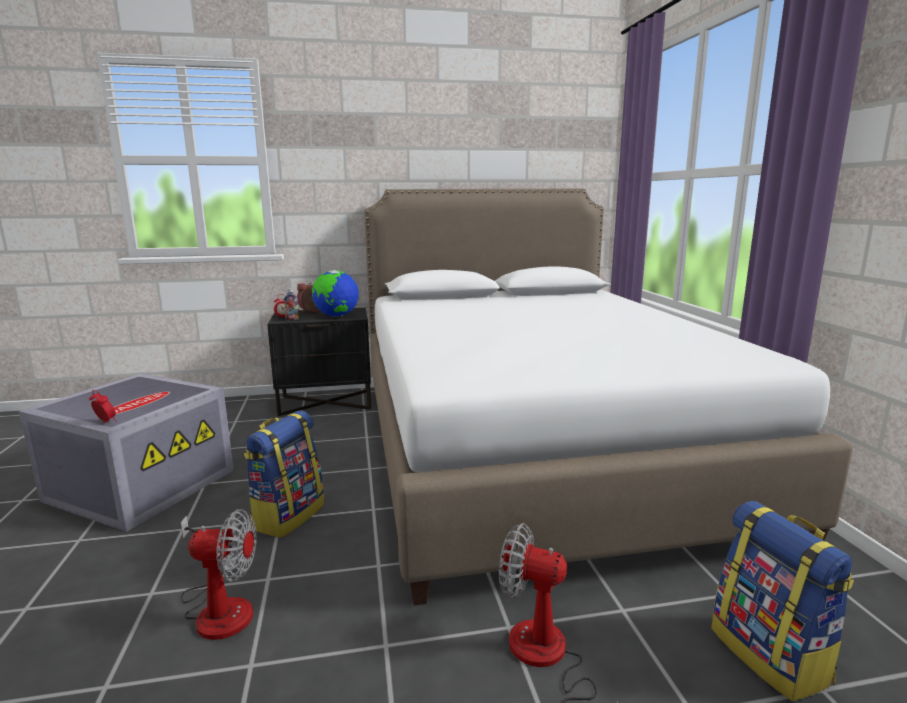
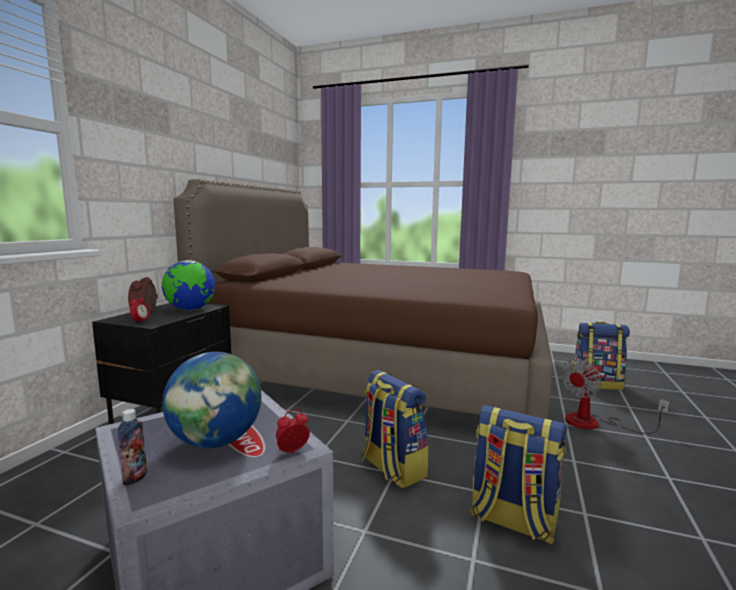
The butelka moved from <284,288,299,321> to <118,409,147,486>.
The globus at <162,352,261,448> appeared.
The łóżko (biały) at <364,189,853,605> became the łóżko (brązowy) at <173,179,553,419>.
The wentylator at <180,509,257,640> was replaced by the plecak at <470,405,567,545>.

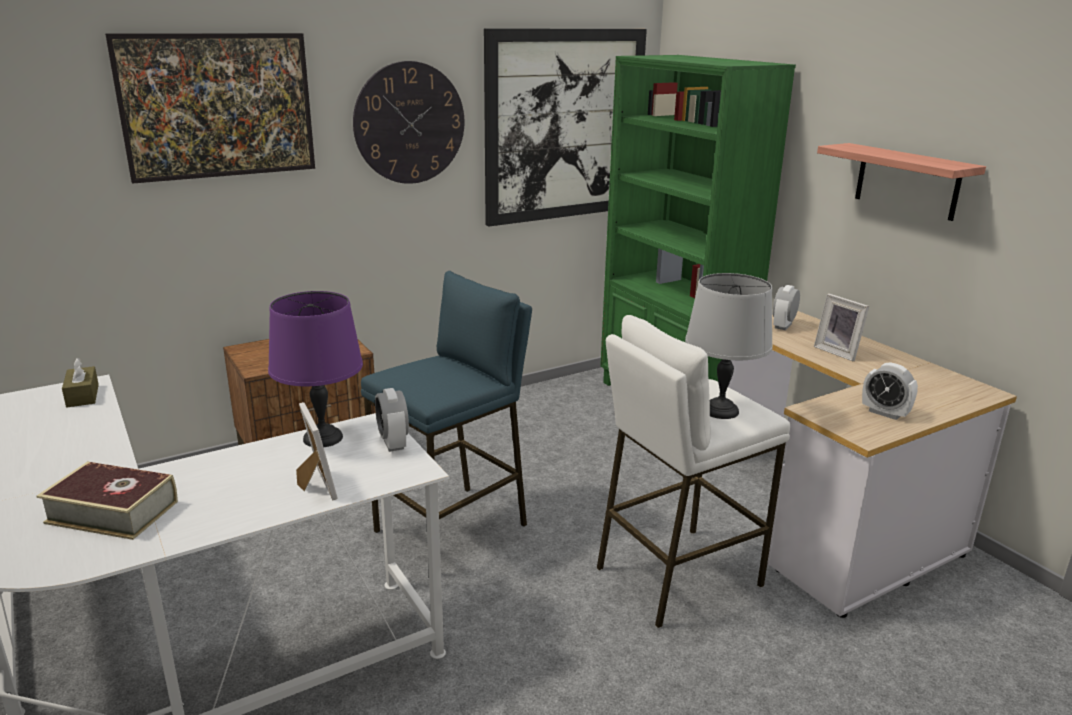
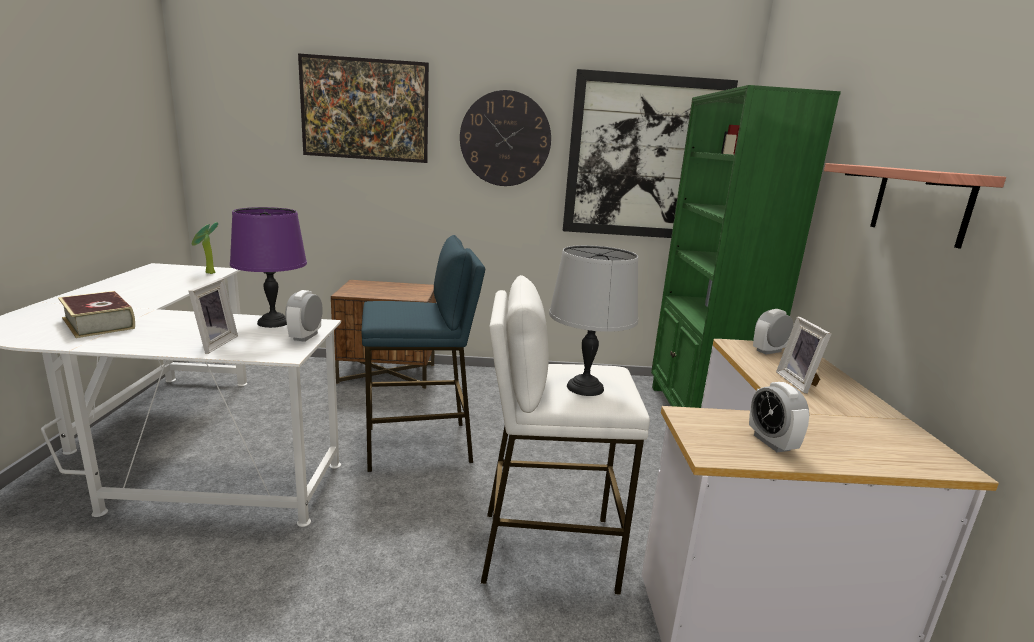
The pudełko chusteczek (brązowy) at <62,358,99,407> was replaced by the roślina doniczkowa at <192,222,218,274>.

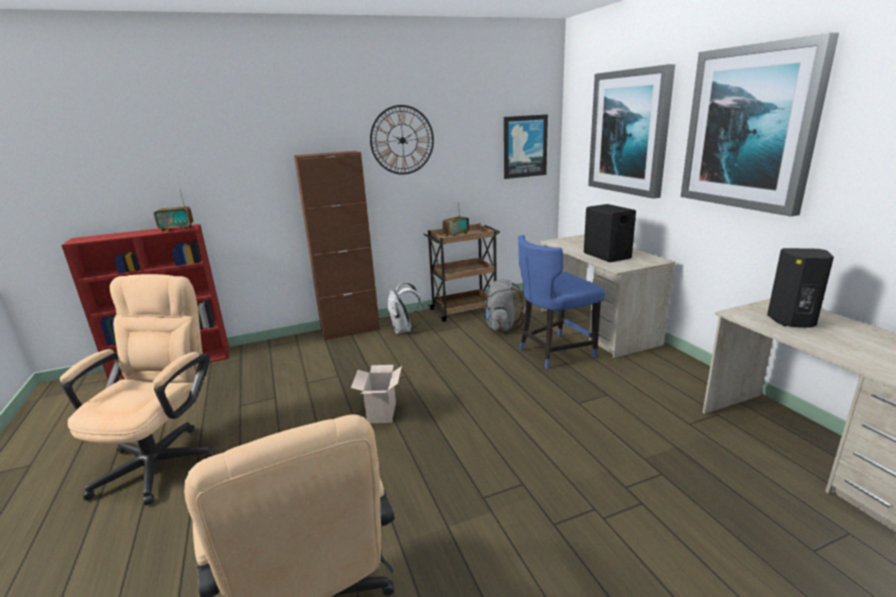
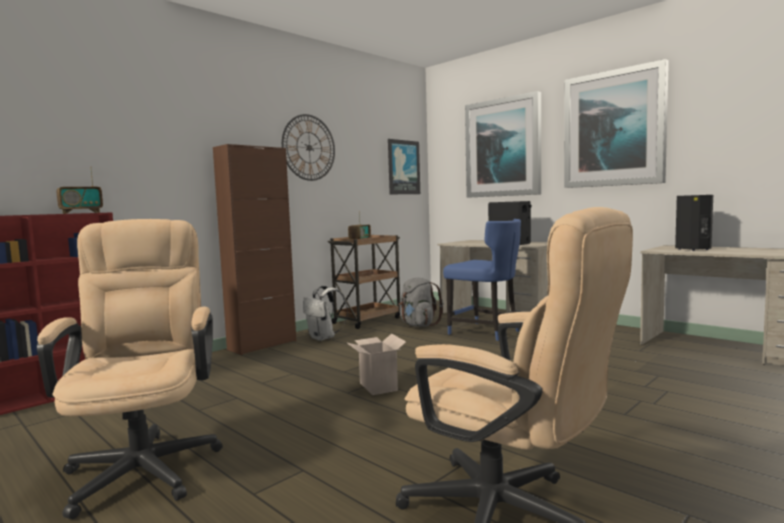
The krzesło (niebieski) at <518,235,605,369> turned 90 degrees counterclockwise.

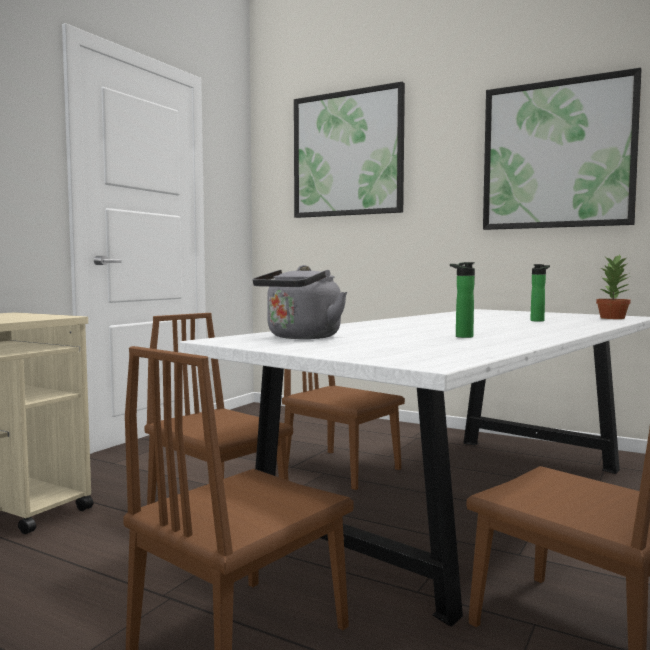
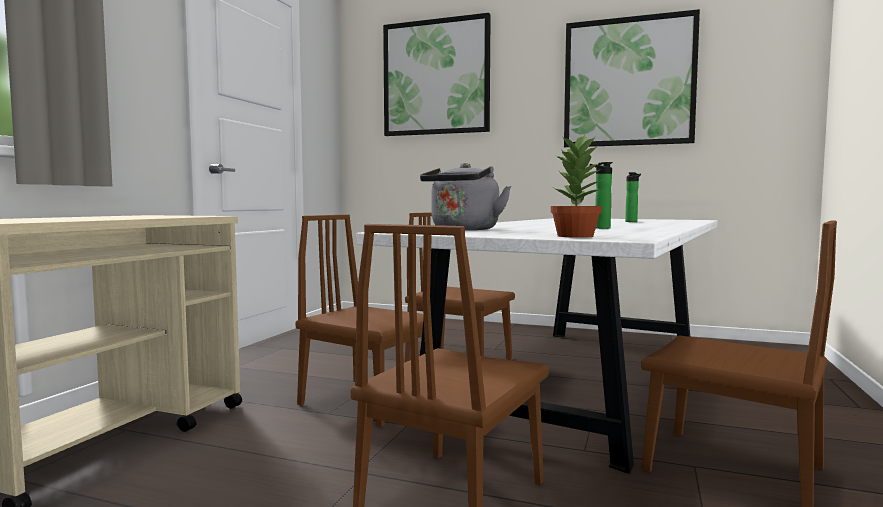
The roślina doniczkowa moved from <596,255,630,319> to <551,135,603,238>.

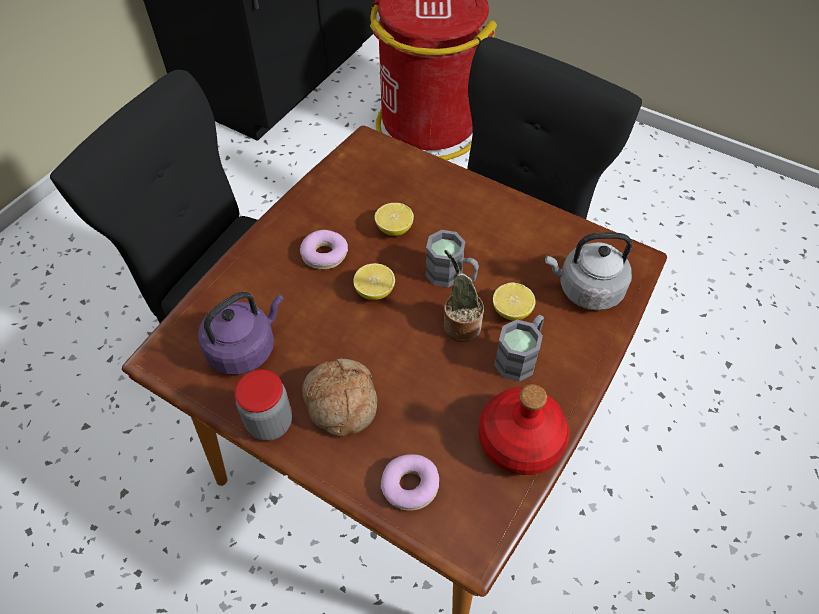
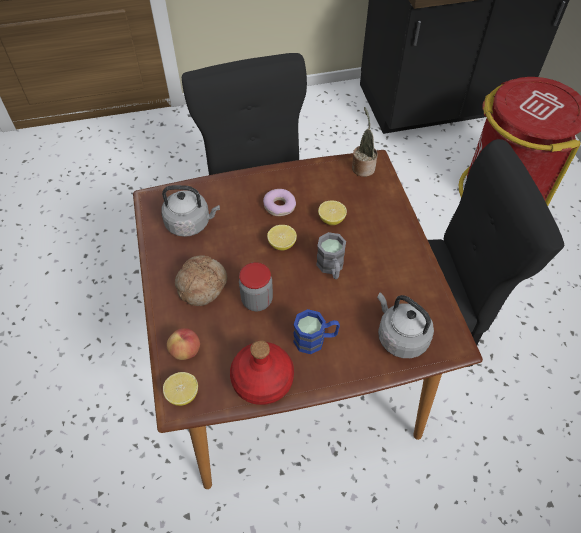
The czajnik (fioletowy) at <198,292,284,375> became the czajnik (szary) at <161,185,220,237>.
The cytryna moved from <493,283,536,320> to <163,372,198,406>.
The donut at <381,454,439,510> was replaced by the jabłko at <167,328,200,360>.
The słoik moved from <234,370,292,441> to <239,262,273,311>.
The kubek (szary) at <494,315,544,382> became the kubek (niebieski) at <293,309,340,354>.
The roślina doniczkowa moved from <444,250,484,342> to <352,107,378,177>.

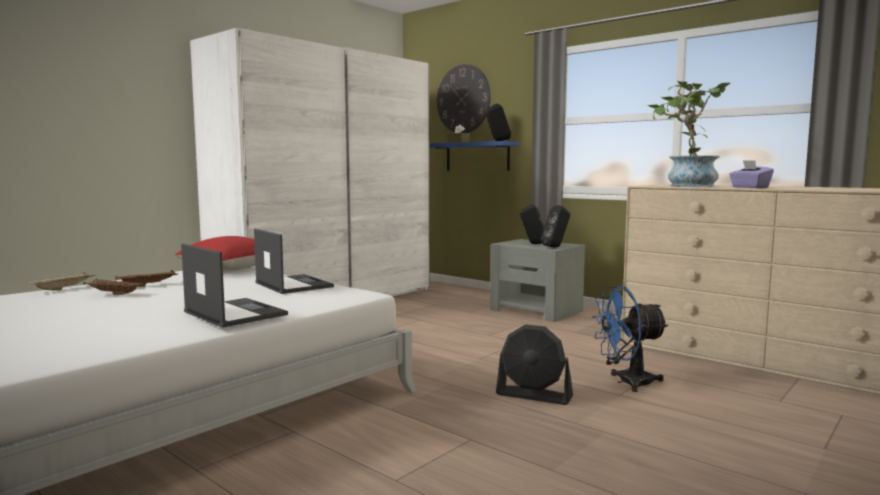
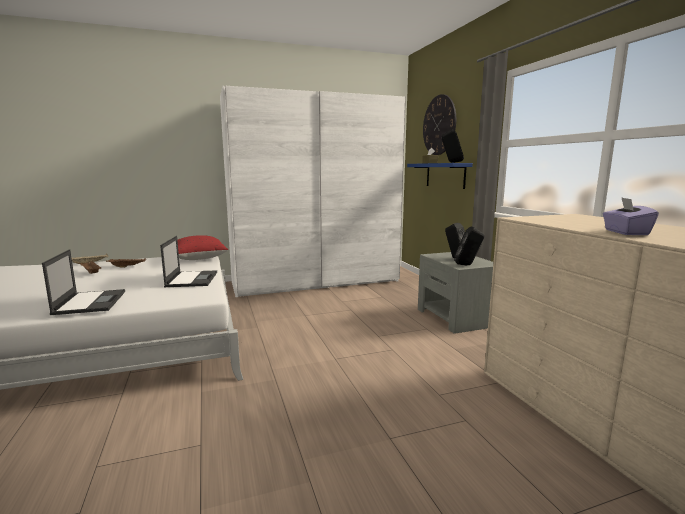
The wentylator (czarny) at <496,324,573,405> disappeared.
The wentylator (niebieski) at <592,286,669,392> disappeared.
The roślina doniczkowa at <647,81,730,187> disappeared.

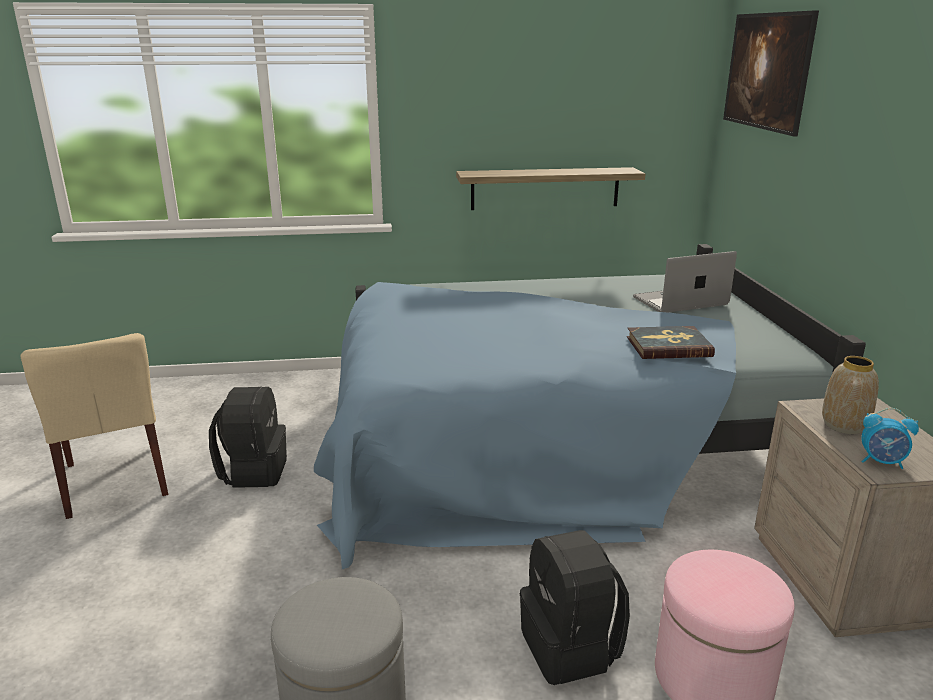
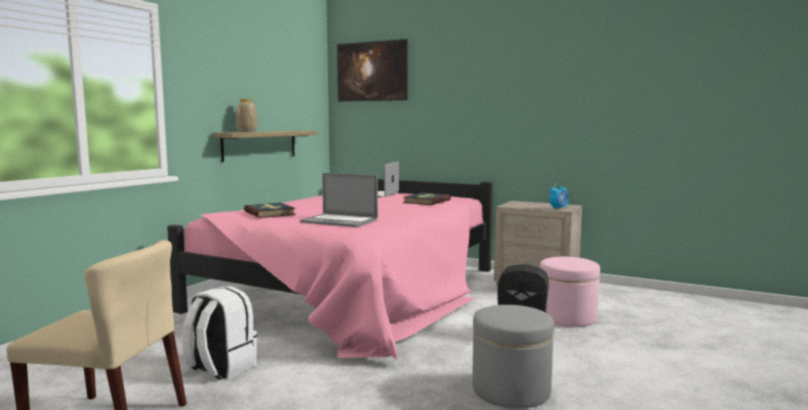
The łóżko (niebieski) at <314,244,866,569> became the łóżko (różowy) at <167,179,493,359>.
The plecak (czarny) at <209,387,287,488> became the plecak (biały) at <182,286,257,380>.
The wazon moved from <822,356,879,434> to <236,99,257,132>.
The książka at <244,203,296,218> appeared.
The laptop at <300,173,378,227> appeared.

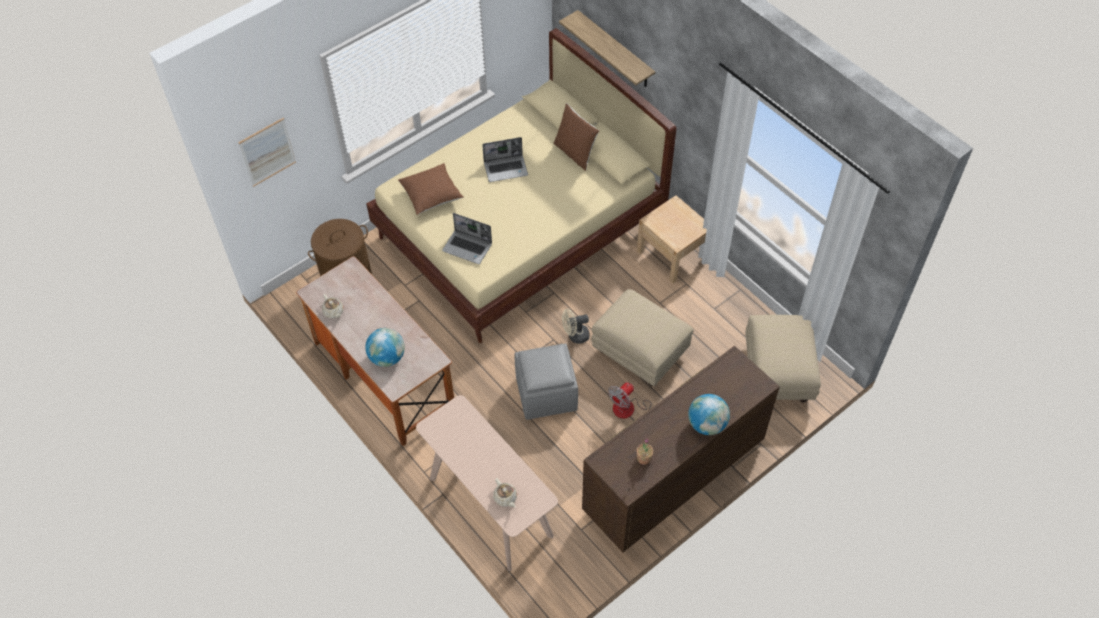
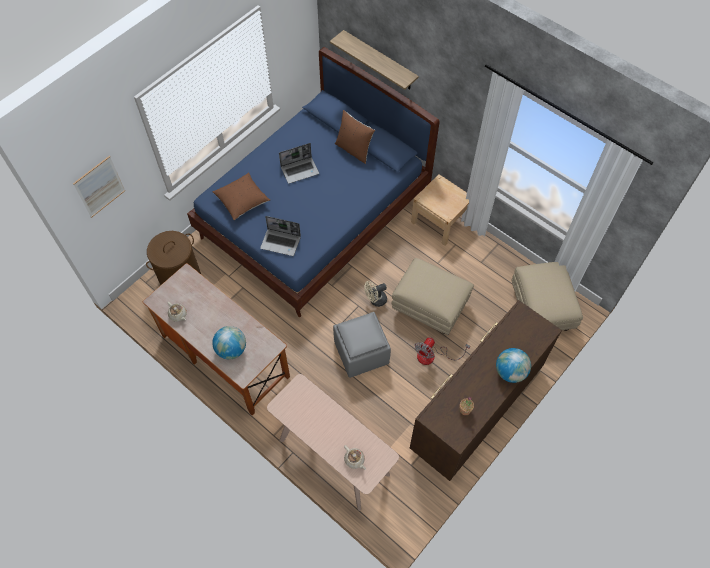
The łóżko (beżowy) at <366,28,676,343> became the łóżko (niebieski) at <187,47,440,317>.

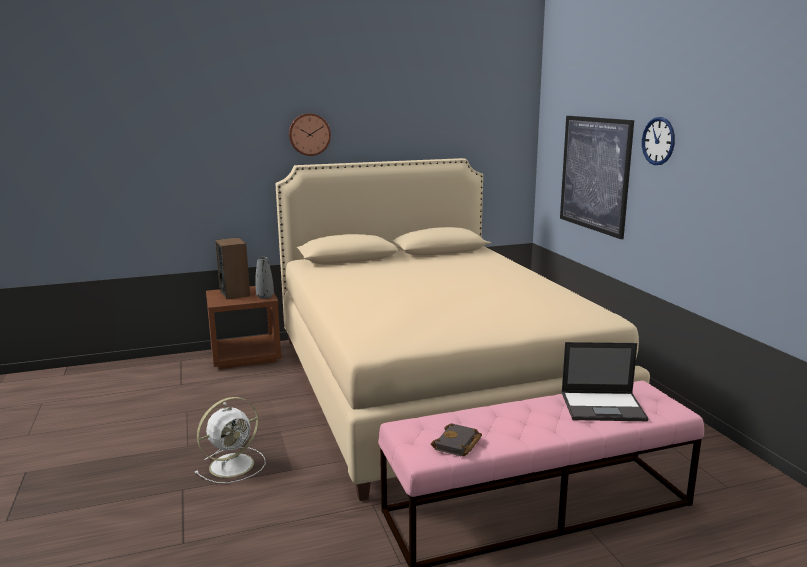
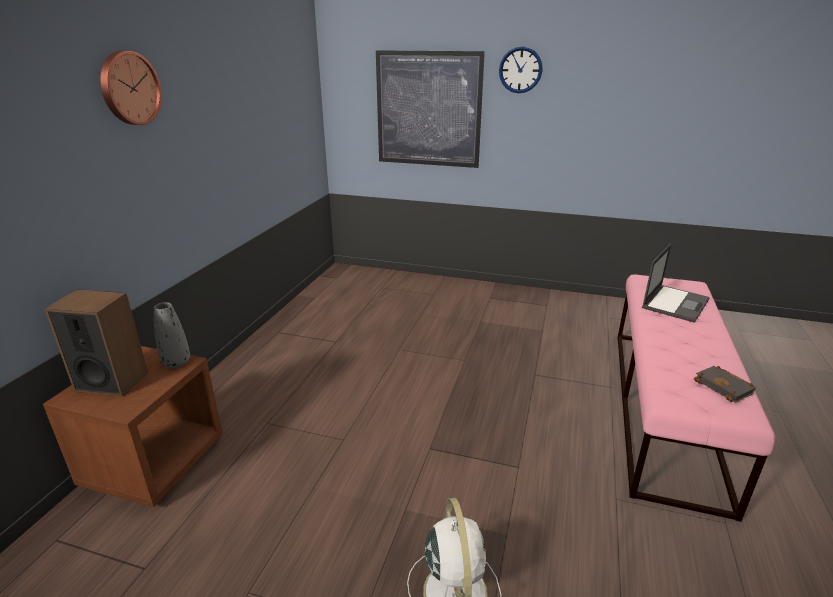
The łóżko (beżowy) at <275,158,650,501> disappeared.

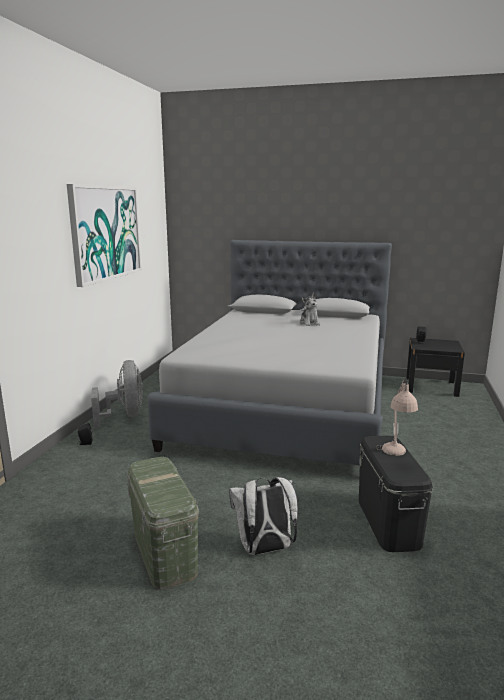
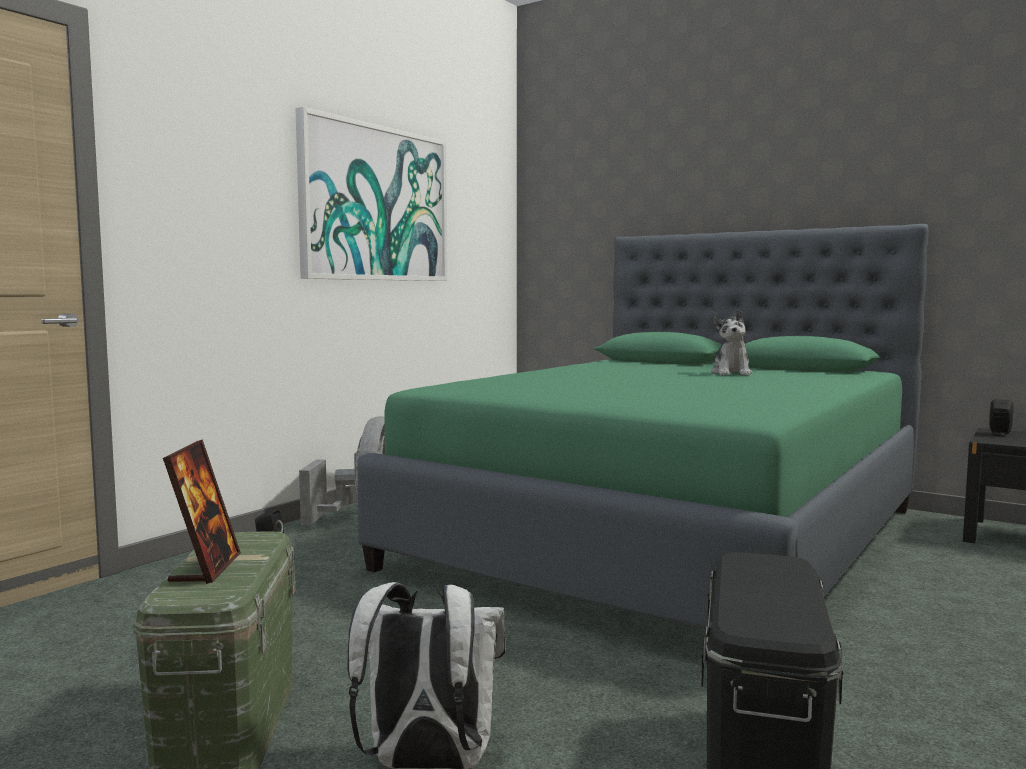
The ramka na zdjęcie at <163,439,241,584> appeared.
The łóżko (szary) at <148,240,392,466> became the łóżko (zielony) at <358,224,929,629>.
The lampa stołowa (beżowy) at <376,378,418,456> disappeared.

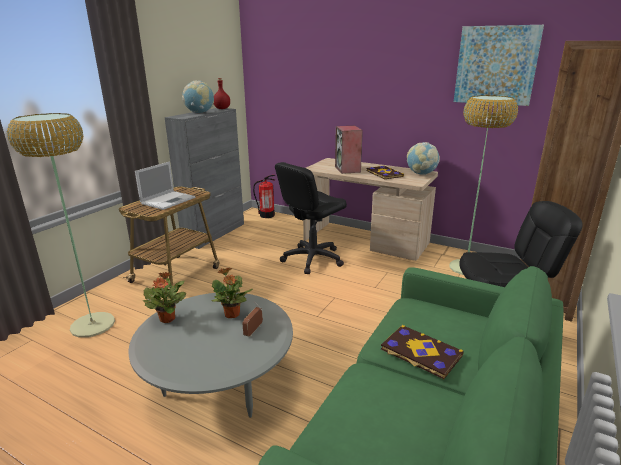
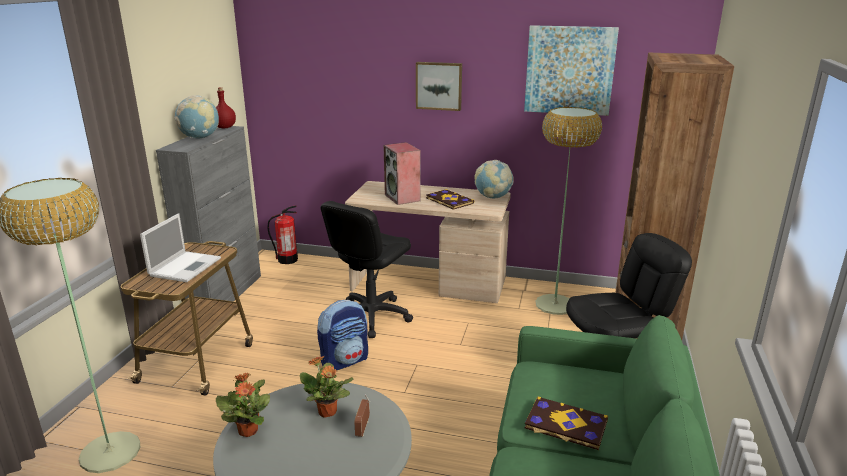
The plecak at <317,300,368,371> appeared.
The obraz at <416,62,462,111> appeared.

